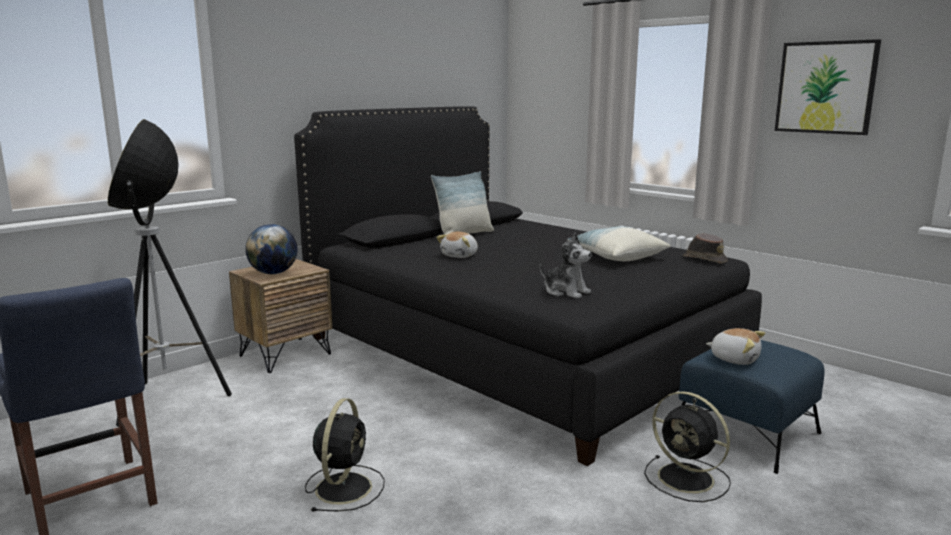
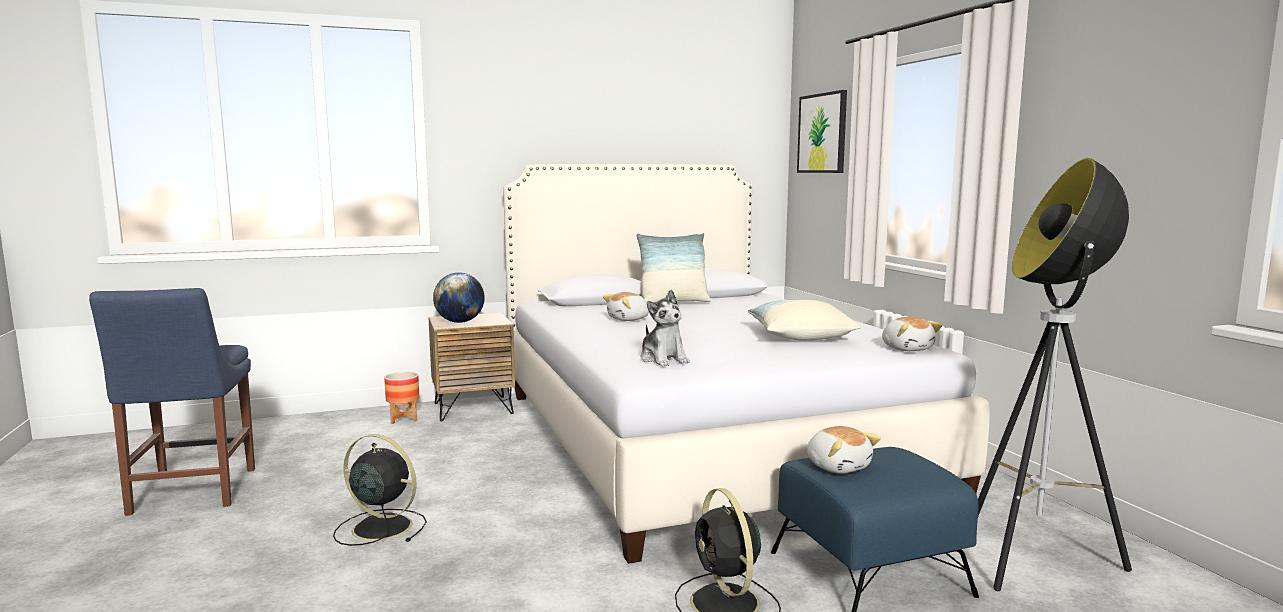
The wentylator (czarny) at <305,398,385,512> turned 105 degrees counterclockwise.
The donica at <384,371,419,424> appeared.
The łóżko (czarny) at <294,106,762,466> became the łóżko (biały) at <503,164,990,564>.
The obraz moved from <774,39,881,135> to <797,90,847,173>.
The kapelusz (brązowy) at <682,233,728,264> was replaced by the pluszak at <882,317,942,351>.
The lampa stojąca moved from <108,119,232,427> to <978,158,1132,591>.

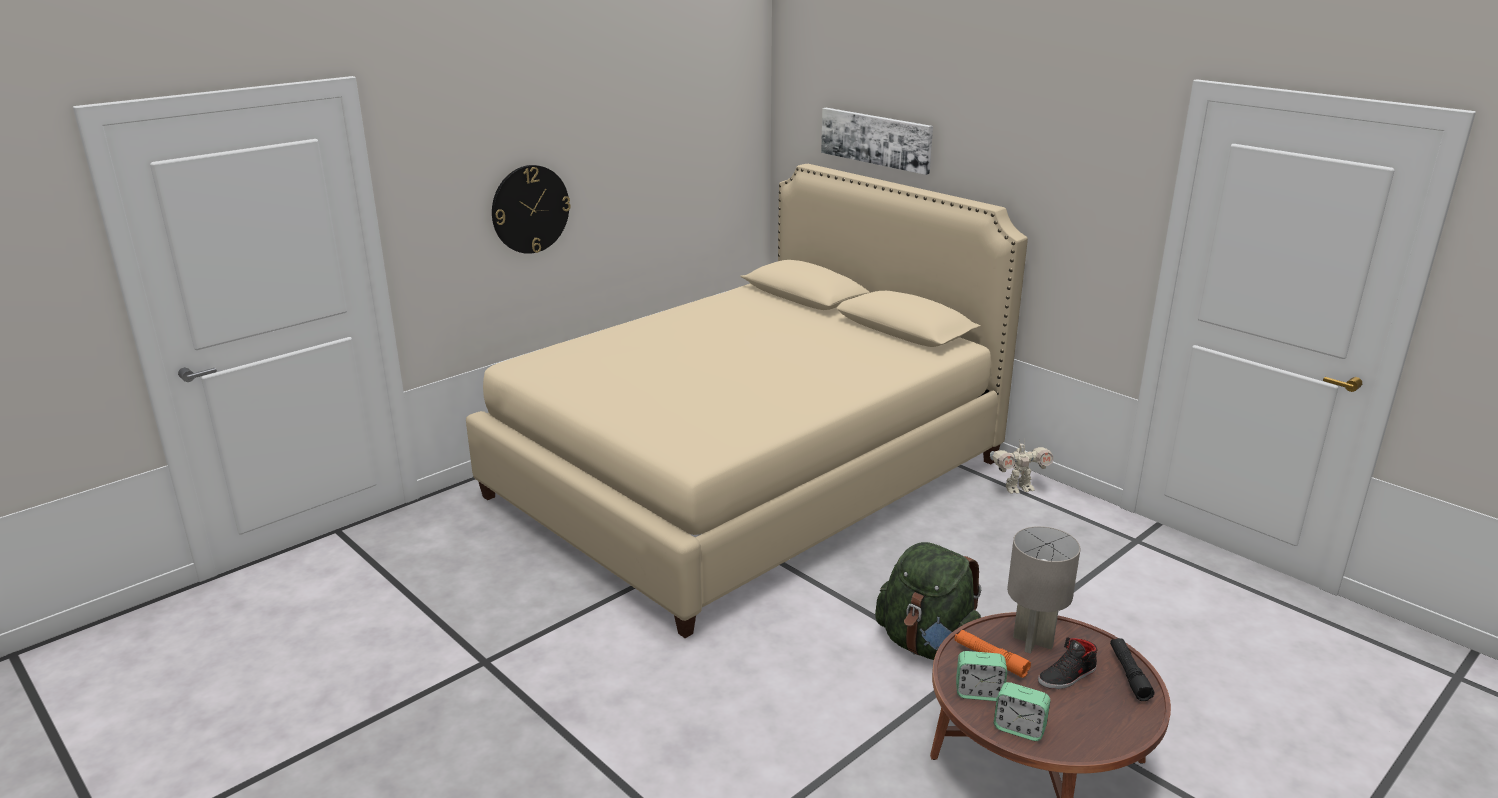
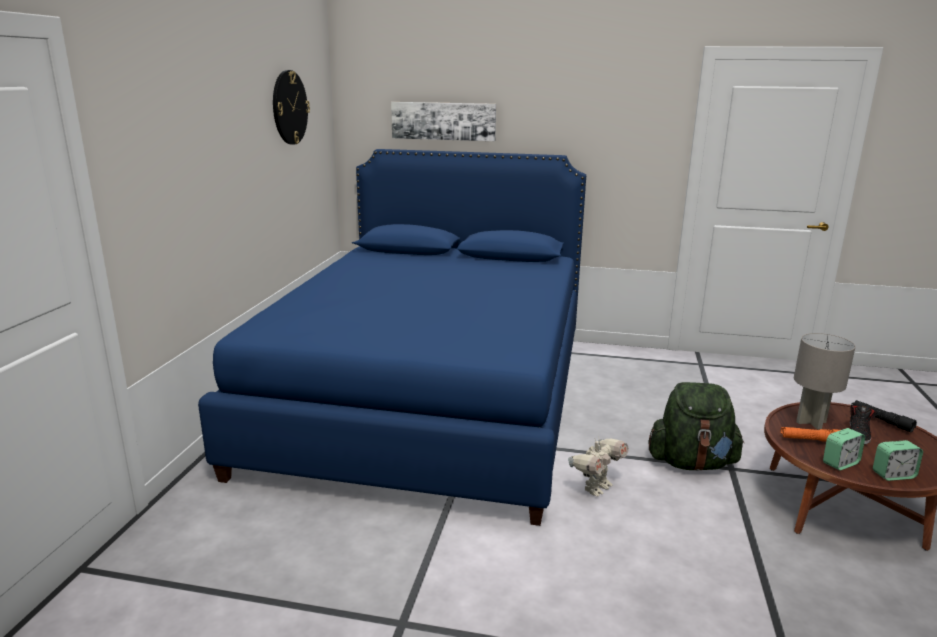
The łóżko (beżowy) at <466,164,1028,638> became the łóżko (niebieski) at <198,149,586,526>.
The zegar ścienny moved from <492,165,571,254> to <273,70,310,145>.
The robot zabawkowy moved from <990,439,1053,494> to <568,436,629,497>.

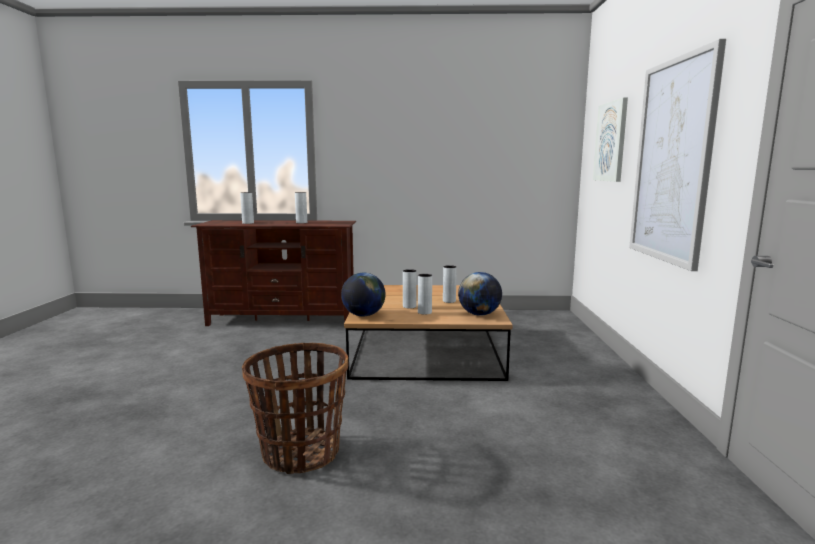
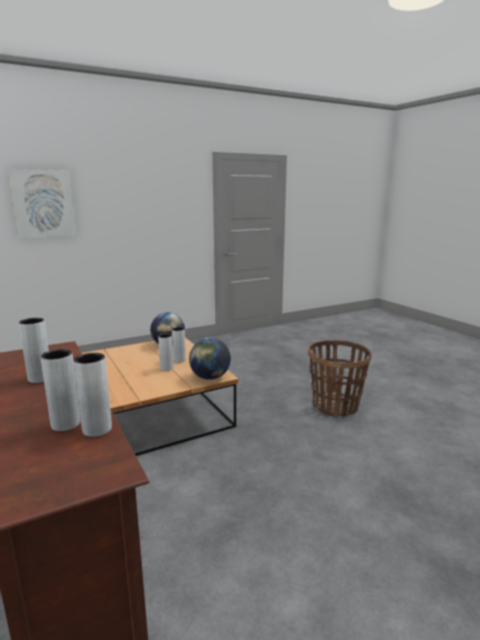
The wazon (szary) moved from <443,265,457,303> to <74,353,112,437>.
The obraz at <629,39,726,271> disappeared.

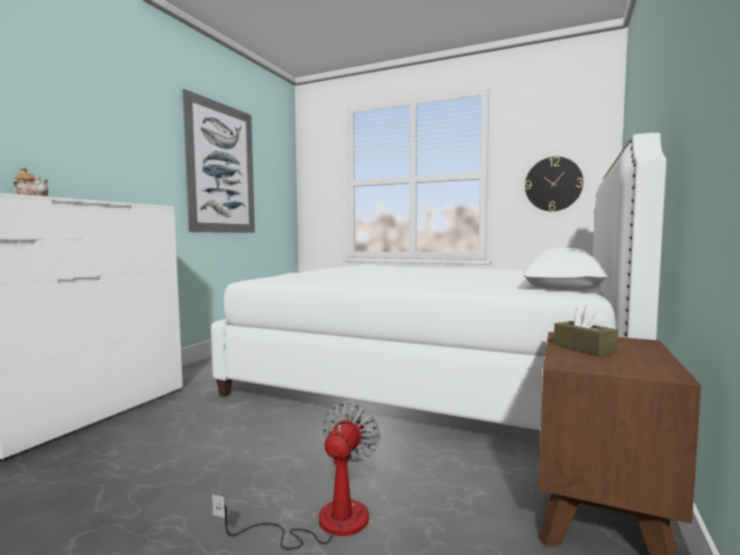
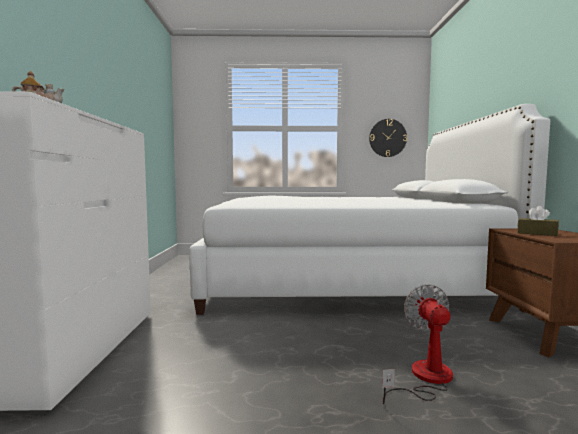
The obraz at <182,89,255,233> disappeared.

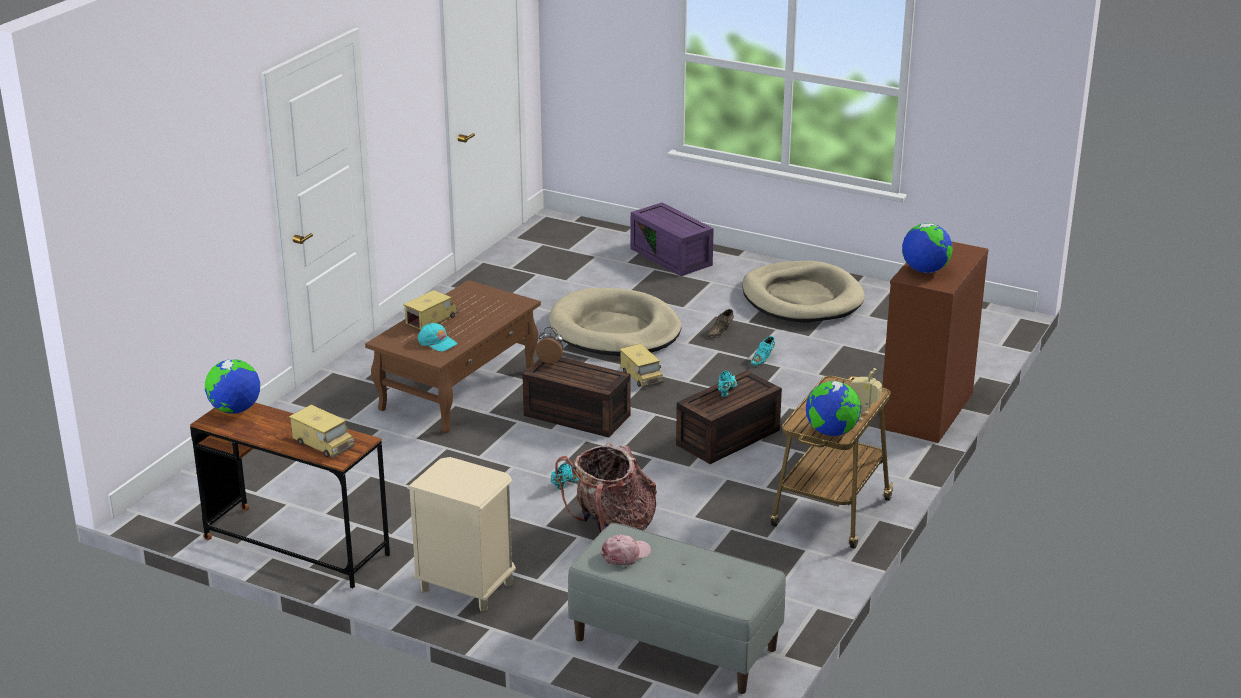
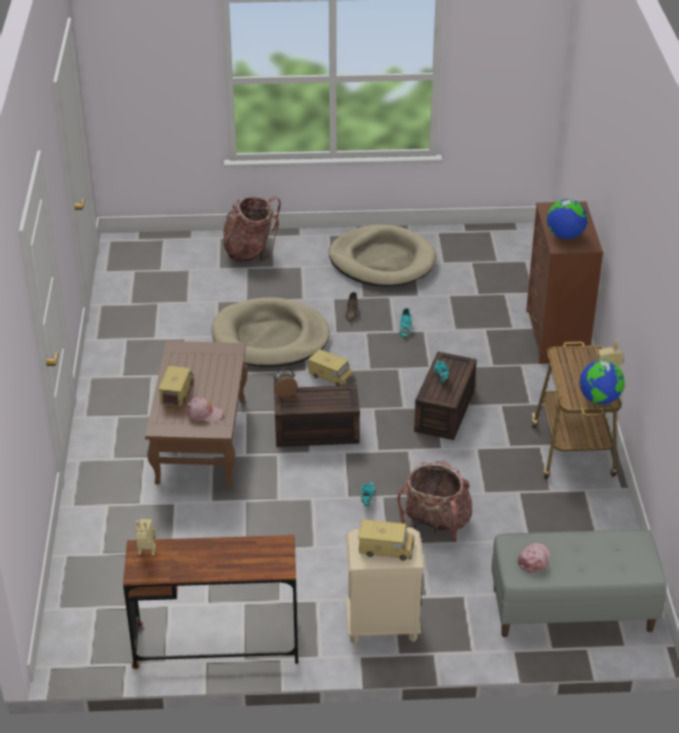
The globus at <205,359,260,414> was replaced by the robot zabawkowy at <136,519,157,556>.
The czapka z daszkiem (turkusowy) at <418,323,457,351> became the czapka z daszkiem (różowy) at <185,397,223,422>.
The pojemnik do przechowywania (fioletowy) at <631,203,714,276> was replaced by the plecak at <223,196,281,263>.
The ciężarówka zabawkowa moved from <289,405,355,458> to <358,519,415,560>.

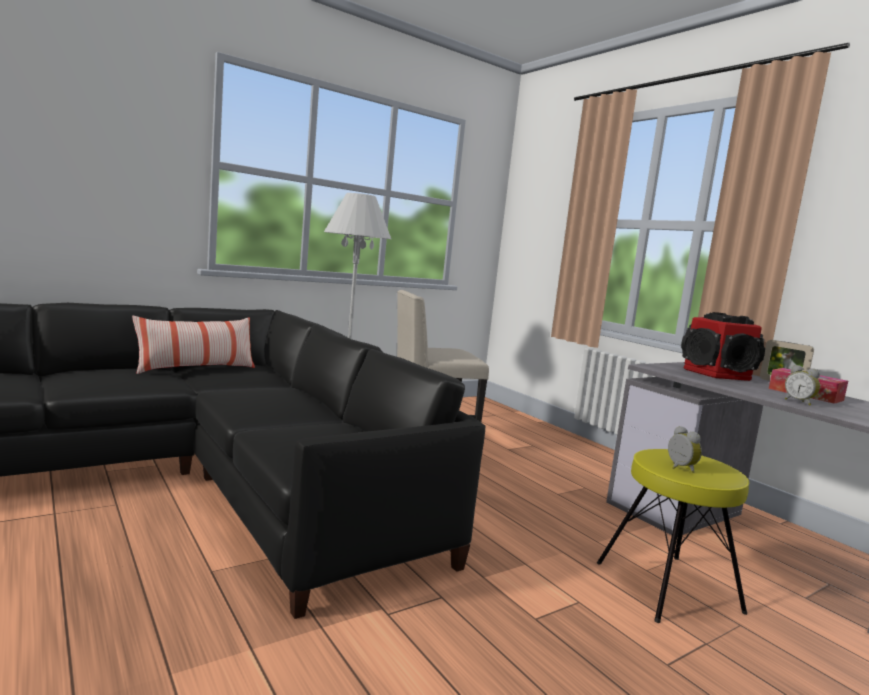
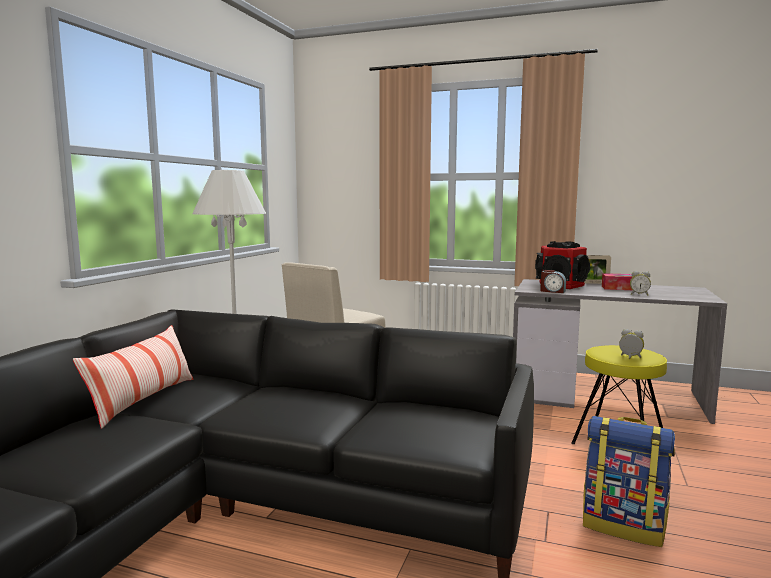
The budzik at <540,270,566,293> appeared.
The plecak at <583,416,675,547> appeared.

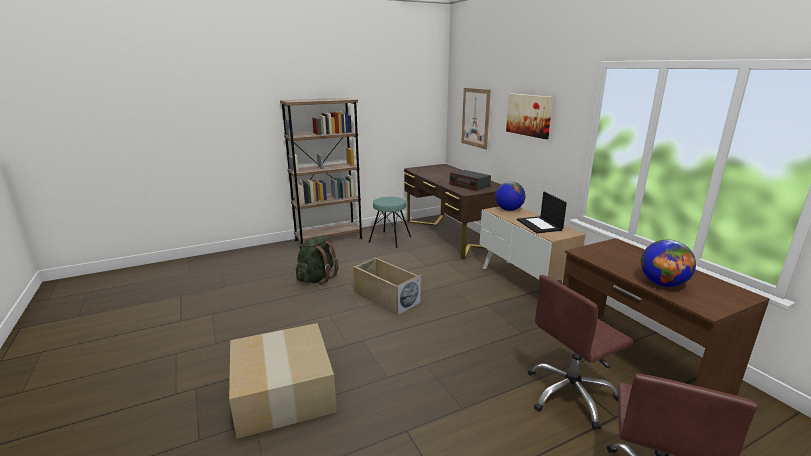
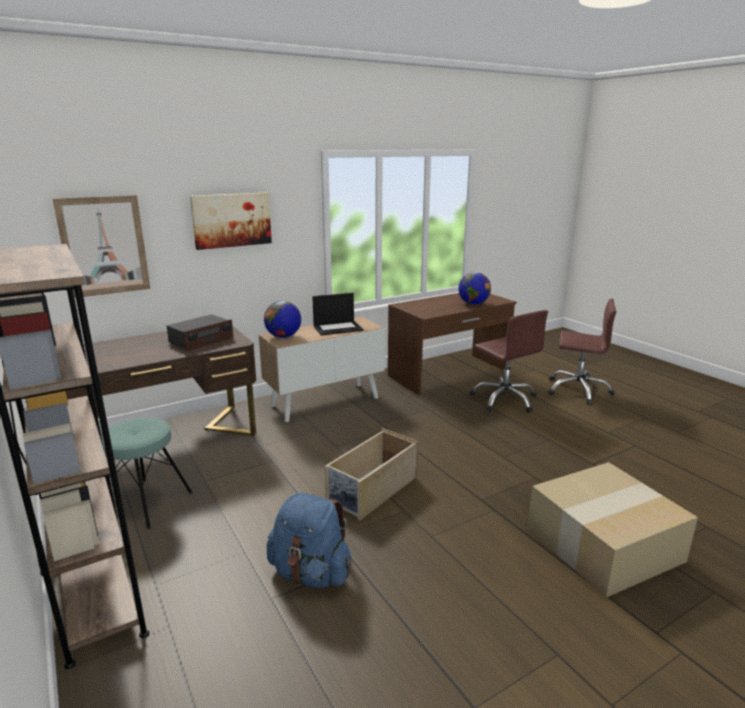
The plecak (zielony) at <296,236,339,284> became the plecak (niebieski) at <267,493,352,588>.

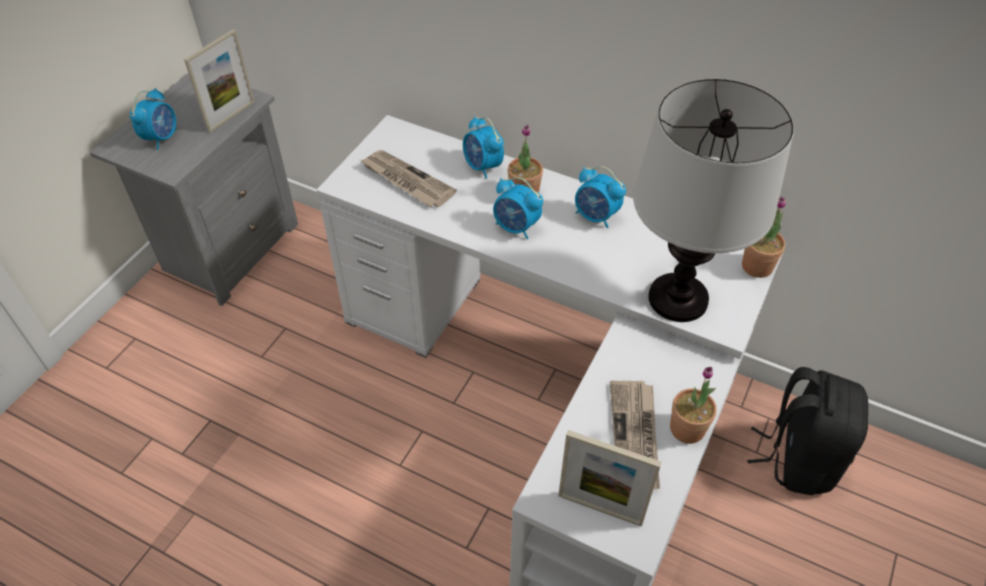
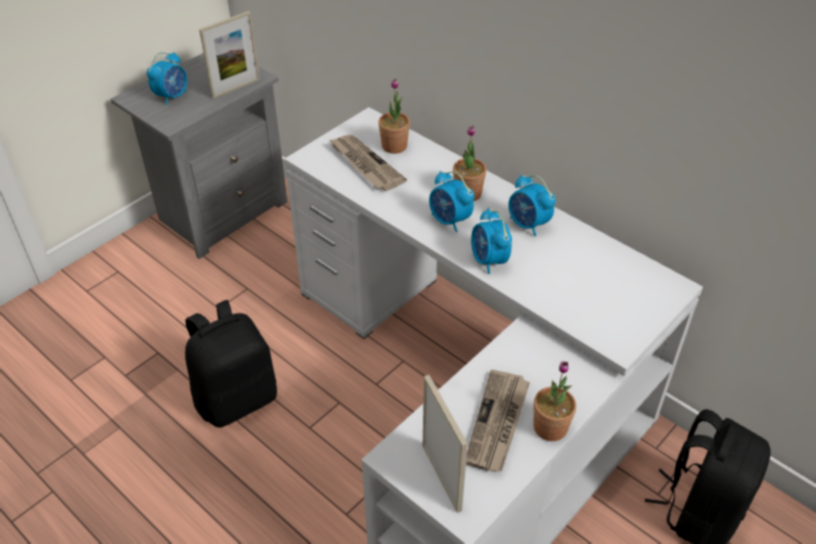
The plecak (czarny) at <185,300,277,428> appeared.
The roślina doniczkowa moved from <742,197,786,278> to <378,79,410,154>.
The ramka na zdjęcie at <558,430,662,527> turned 150 degrees counterclockwise.
The budzik moved from <463,116,504,179> to <471,208,512,274>.
The lampa stołowa at <633,79,794,322> disappeared.

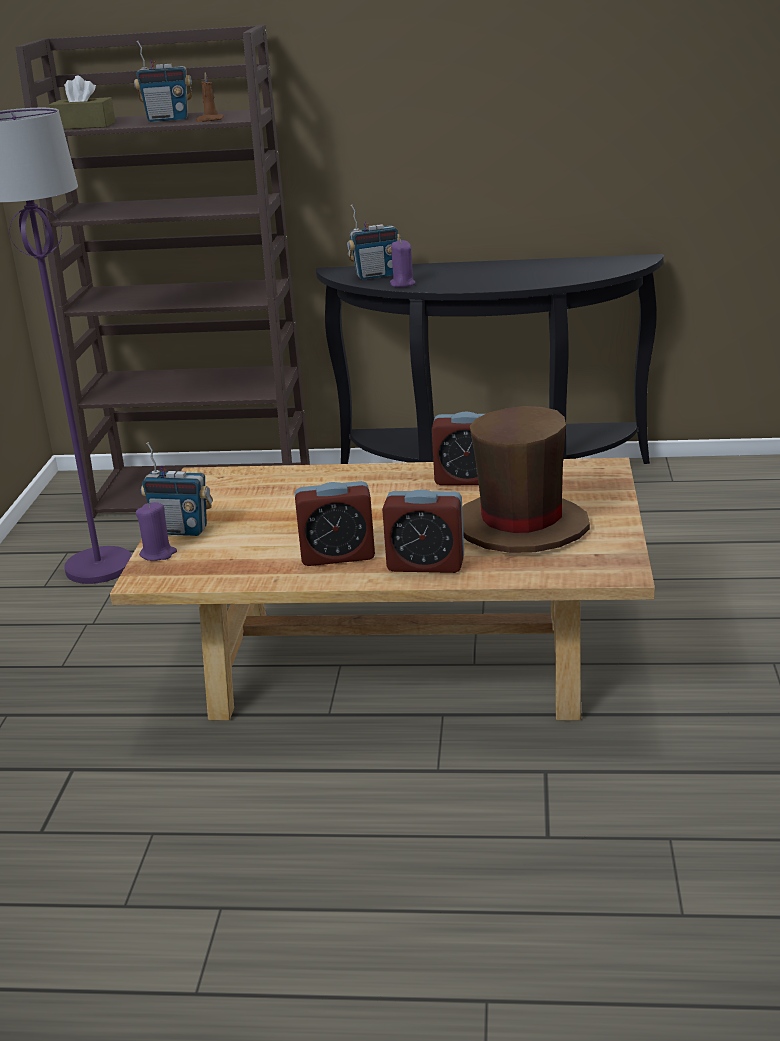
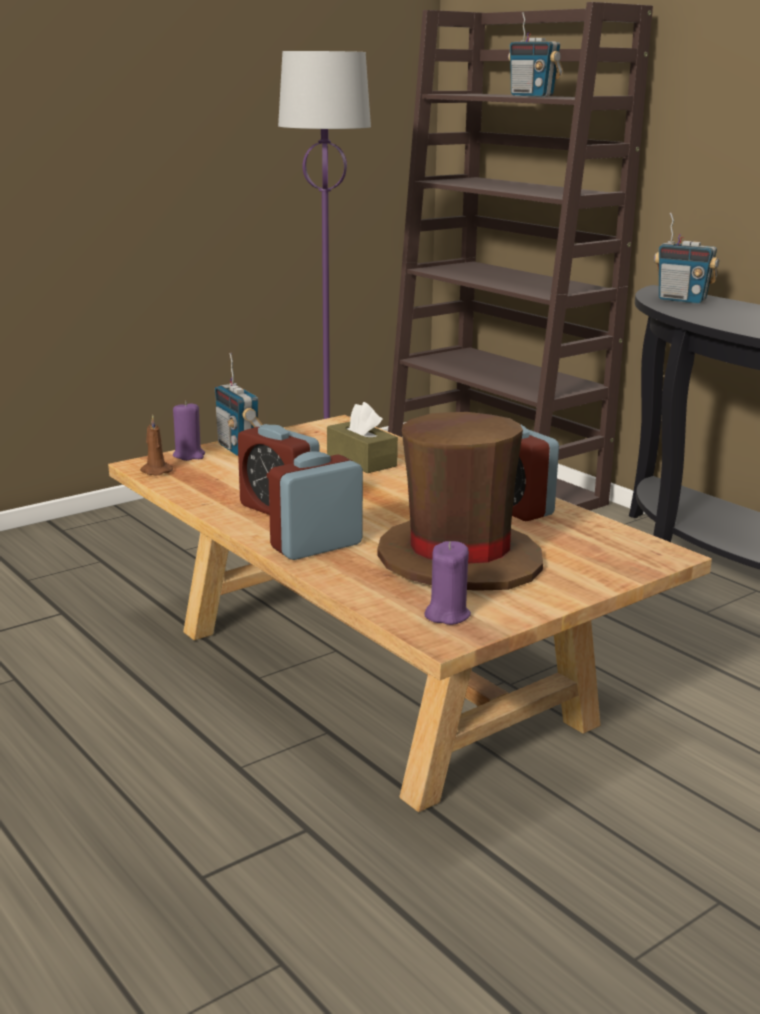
The świeca (brązowy) moved from <196,72,224,122> to <140,415,173,475>.
The budzik at <382,489,464,573> turned 90 degrees clockwise.
The pudełko chusteczek (brązowy) moved from <49,76,115,129> to <327,402,398,473>.
The świeca (fioletowy) moved from <390,240,415,287> to <424,541,471,625>.

